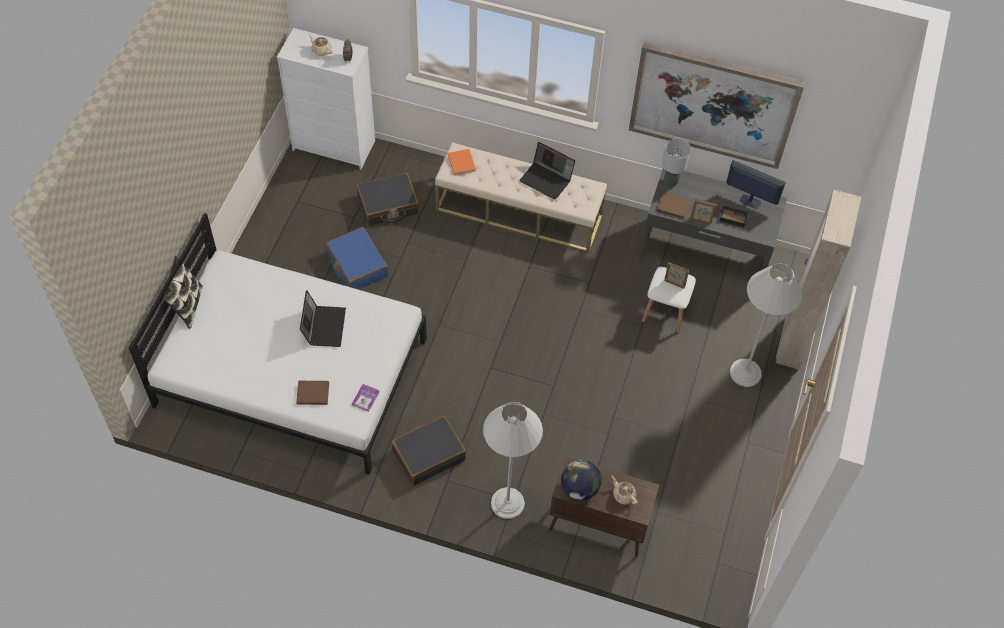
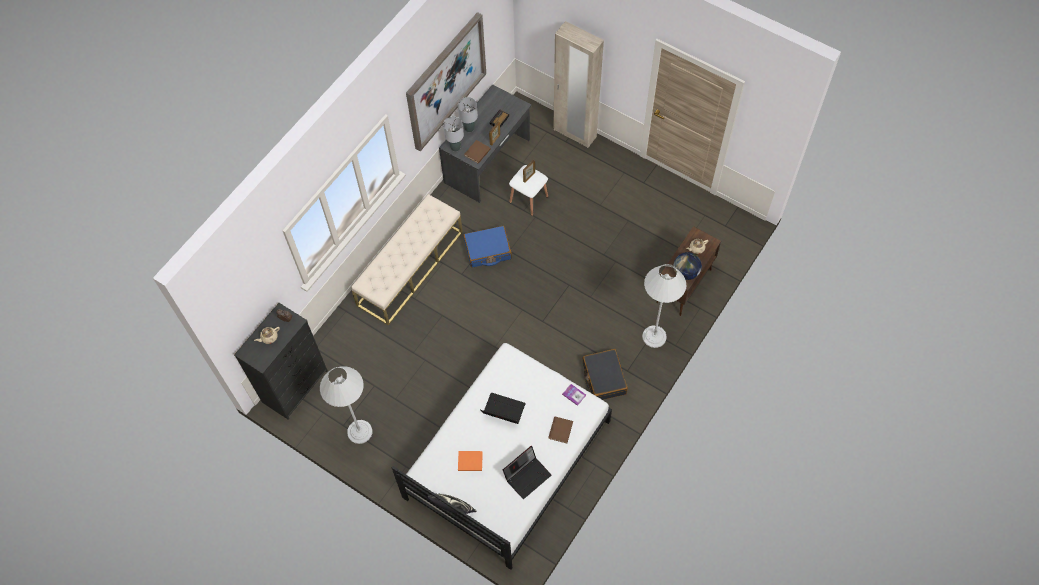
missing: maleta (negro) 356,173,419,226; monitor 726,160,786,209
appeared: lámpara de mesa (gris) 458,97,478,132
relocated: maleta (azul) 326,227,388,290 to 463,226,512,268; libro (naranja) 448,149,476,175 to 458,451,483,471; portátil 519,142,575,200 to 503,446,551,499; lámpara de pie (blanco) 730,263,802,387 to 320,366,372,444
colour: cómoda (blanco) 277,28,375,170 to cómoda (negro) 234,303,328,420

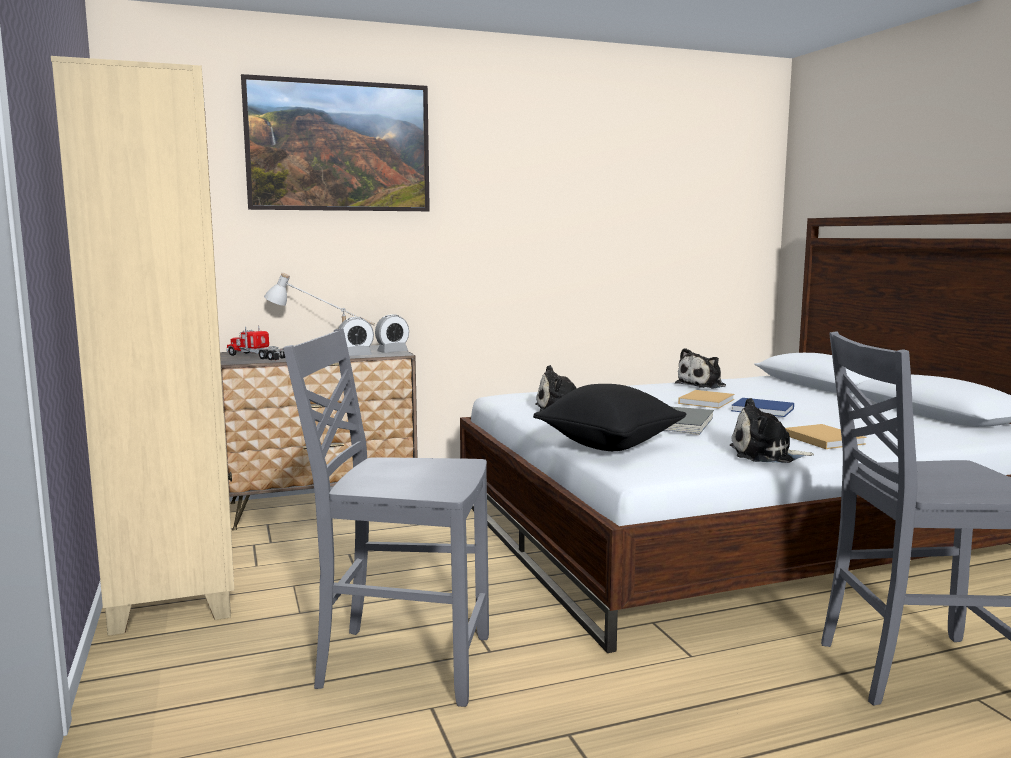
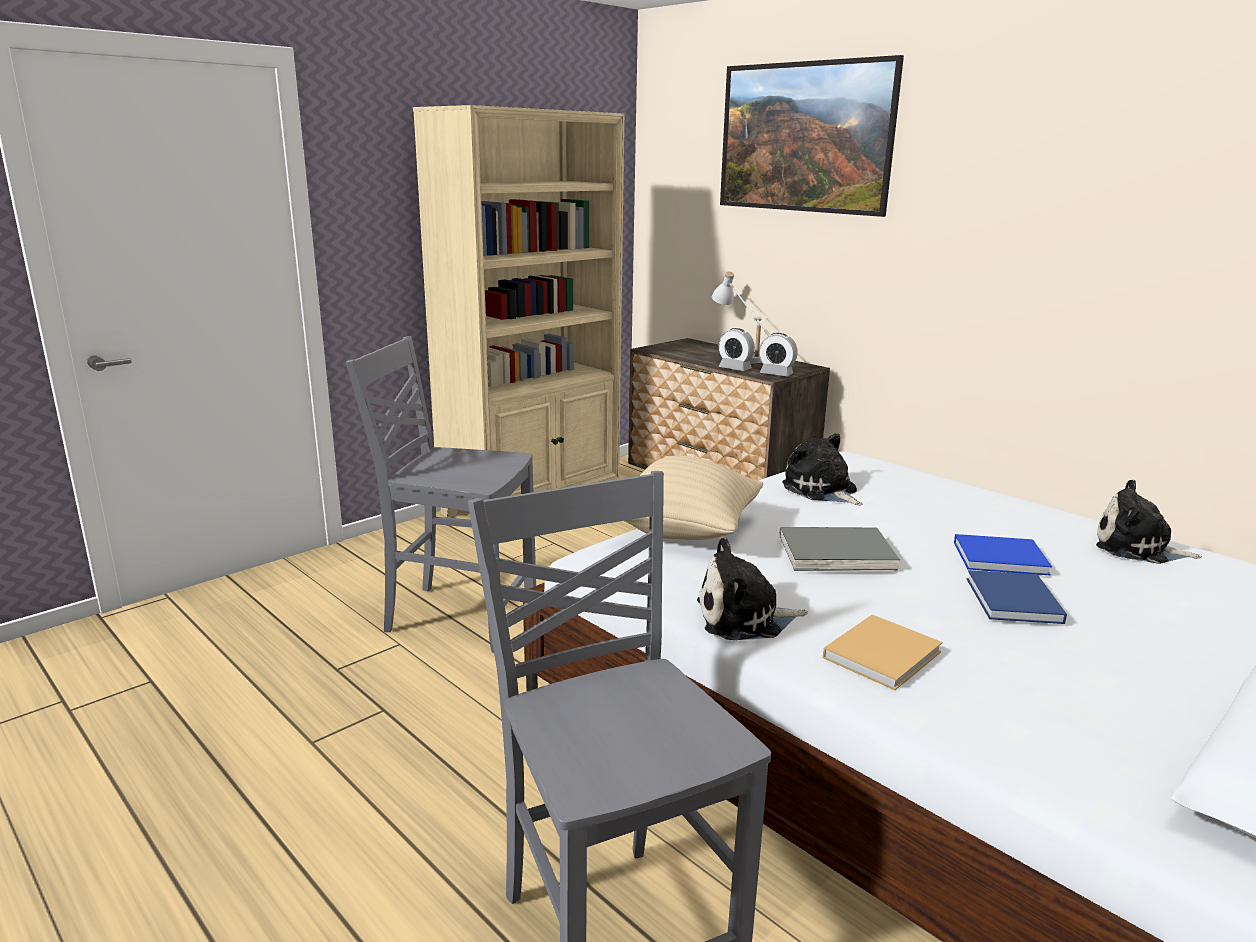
missing: camión de juguete 226,325,285,360
colour: cojín (negro) 533,384,686,451 to cojín (beis) 625,455,763,540; libro (beis) 678,390,735,408 to libro (azul) 954,534,1052,575
spun: silla (gris) 283,328,489,707 = 346,336,536,653 60 degrees counterclockwise; peluche 730,398,814,463 = 697,537,808,640 75 degrees counterclockwise

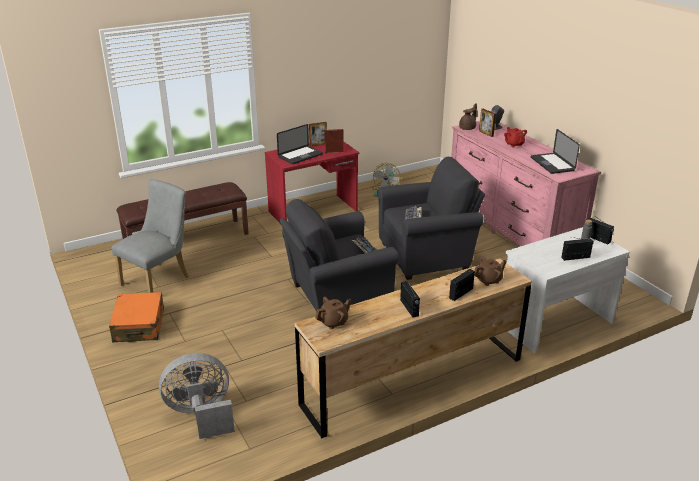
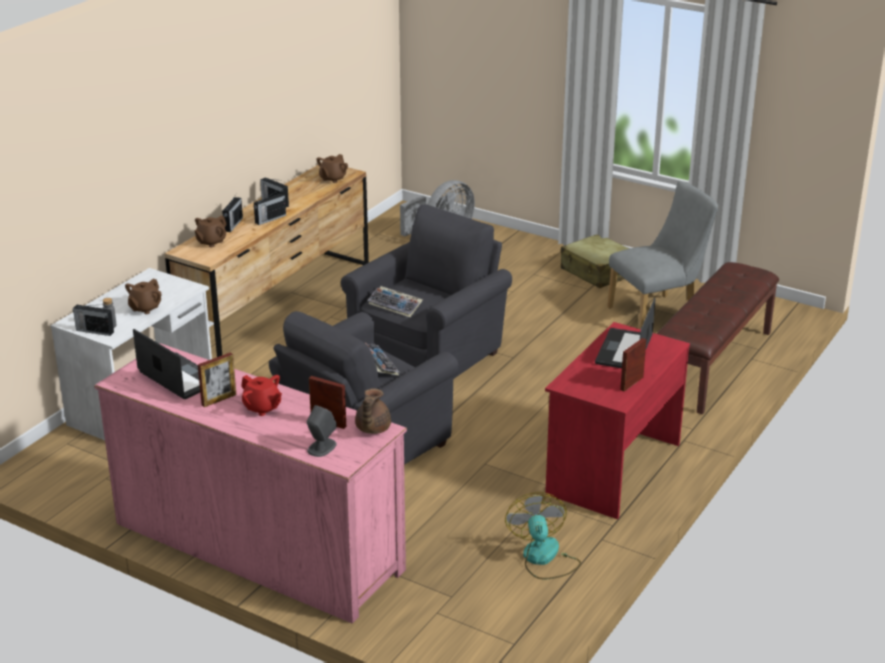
appeared: tetera (marrón) 125,279,161,314
relocated: portarretratos 325,129,343,153 to 198,352,236,407; radio 561,237,593,261 to 254,192,286,225
colour: maleta (naranja) 109,292,164,342 to maleta (beis) 561,235,629,288
spun: silla (gris) 111,179,188,293 = 607,181,718,329 120 degrees counterclockwise

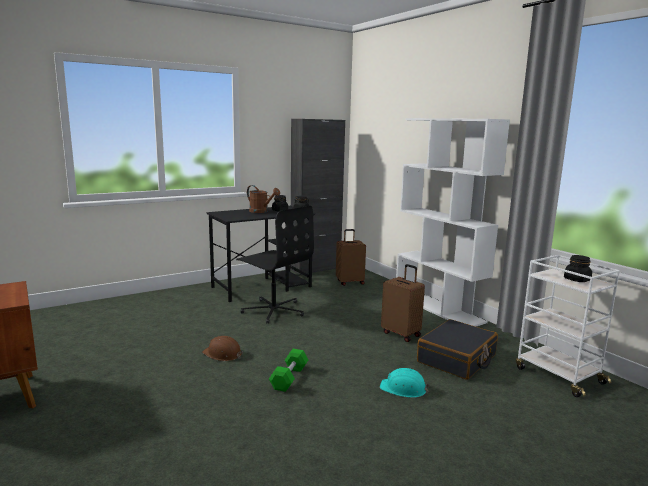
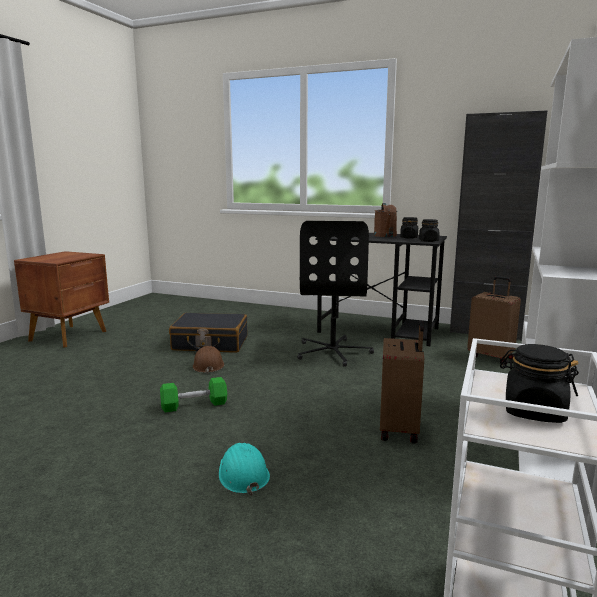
relocated: maleta (negro) 417,319,498,380 to 169,313,247,353

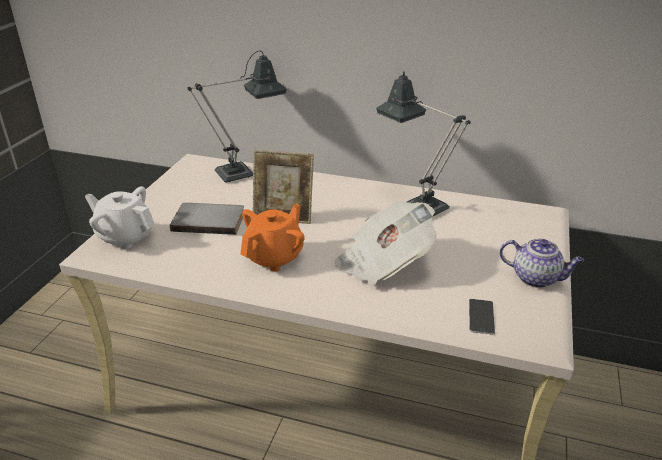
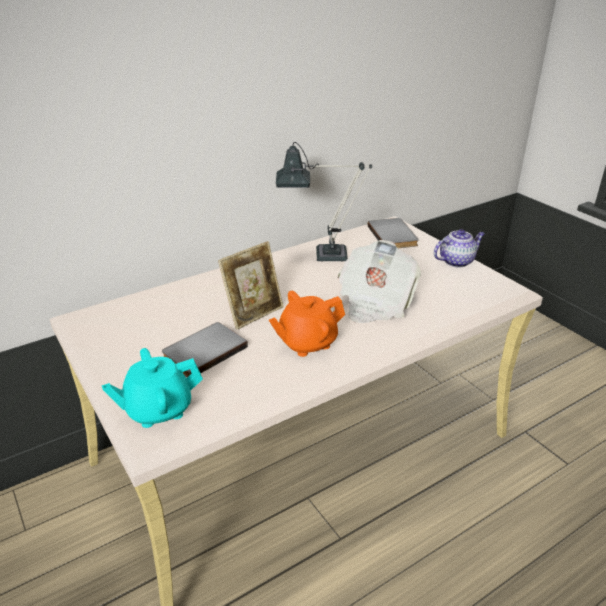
missing: lámpara de mesa 187,51,287,183; móvil 469,299,495,335
appeared: libro (gris) 368,218,419,248
colour: tetera (blanco) 85,186,155,249 to tetera (turquesa) 102,348,203,428
spun: tetera (naranja) 240,204,305,272 = 269,291,345,357 105 degrees counterclockwise

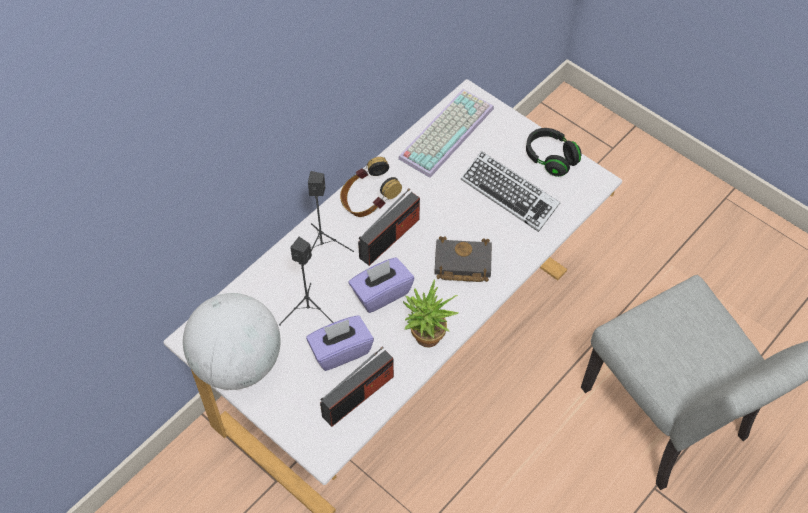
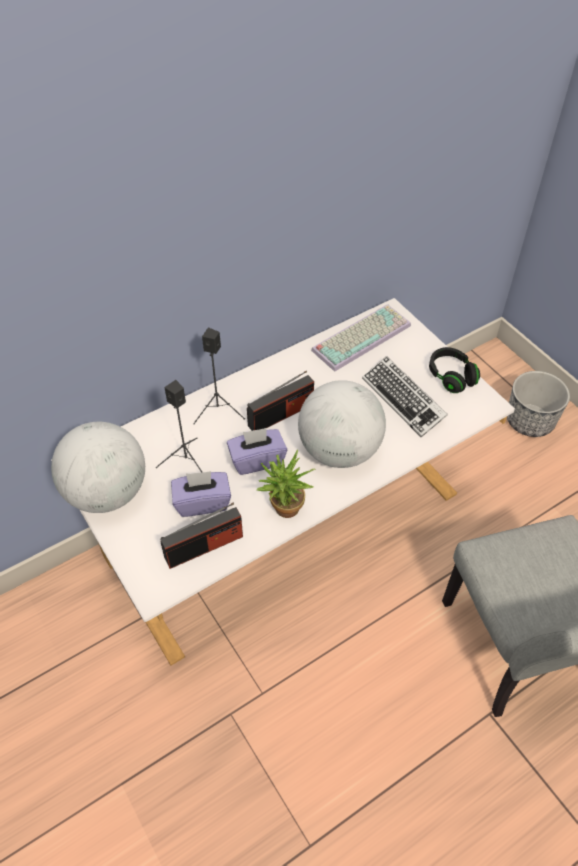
missing: auriculares 340,157,402,217
appeared: maceta 507,371,570,437
exchanged: libro (negro) 434,236,492,282 to globo terráqueo 298,380,386,468

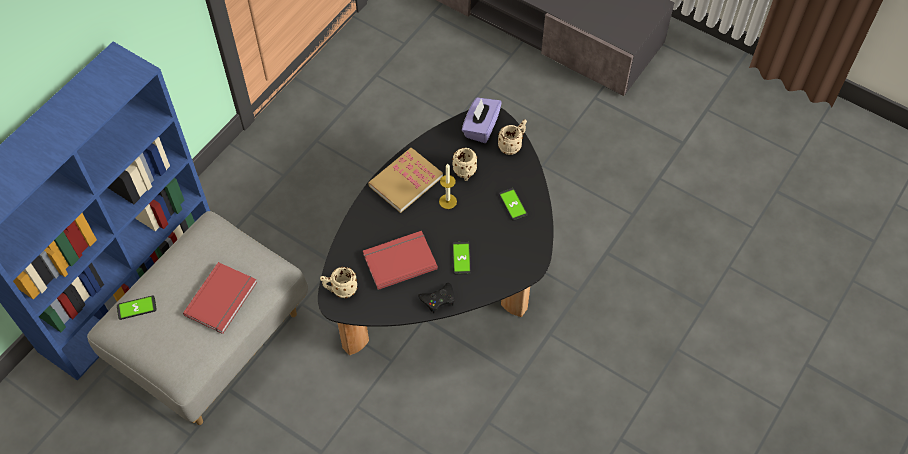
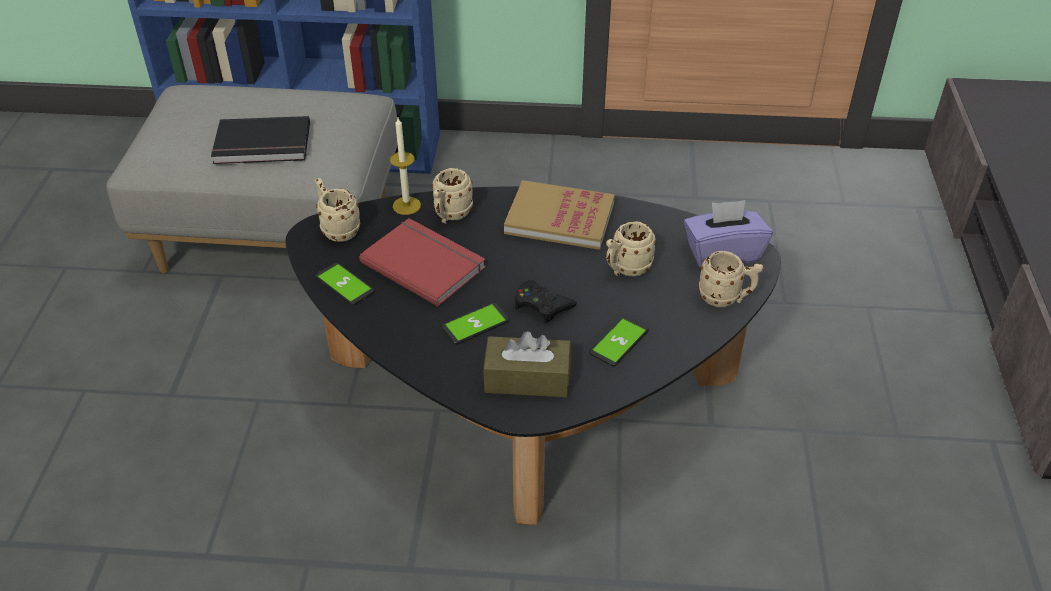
appeared: taza grande (beis) 431,168,473,224; caja de pañuelos (marrón) 483,331,571,397
relocated: móvil 117,296,157,320 to 315,262,375,305; mando de consola (negro) 418,283,455,313 to 515,280,577,324; vela 439,164,457,209 to 390,118,421,215
colour: libro (rojo) 183,262,257,334 to libro (negro) 211,116,310,164

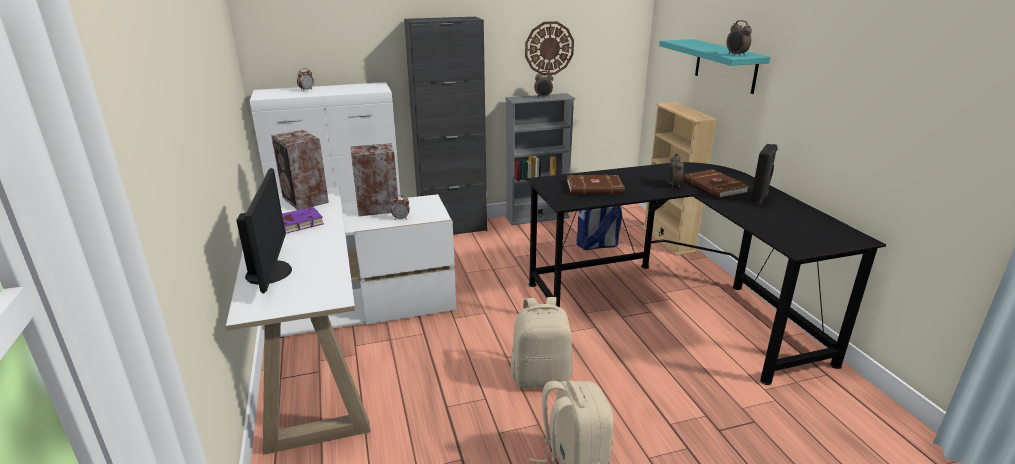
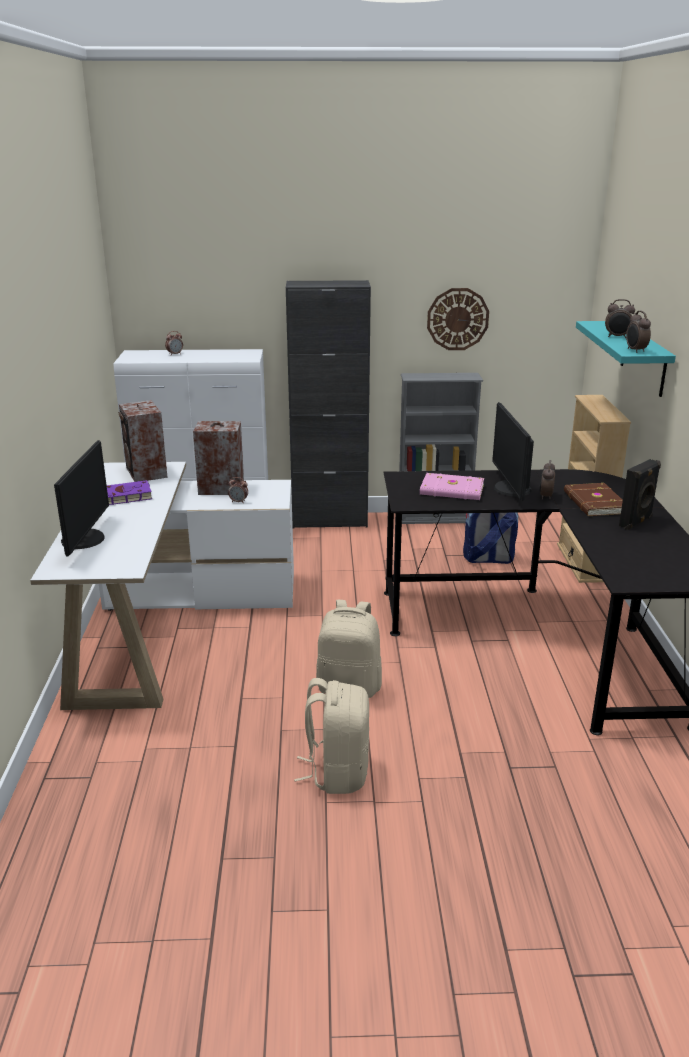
appeared: monitor 492,402,534,501
relocated: despertador 534,71,553,98 to 605,299,635,338
colour: libro (marrón) 567,175,625,194 to libro (rosa) 420,473,484,500

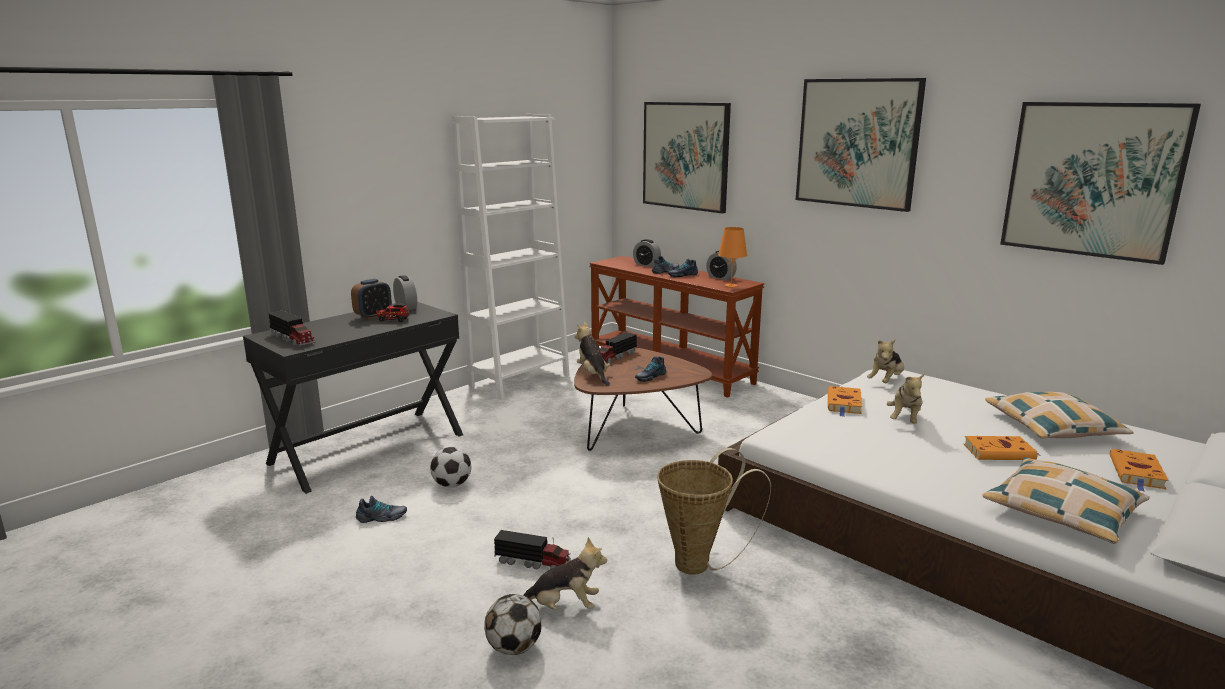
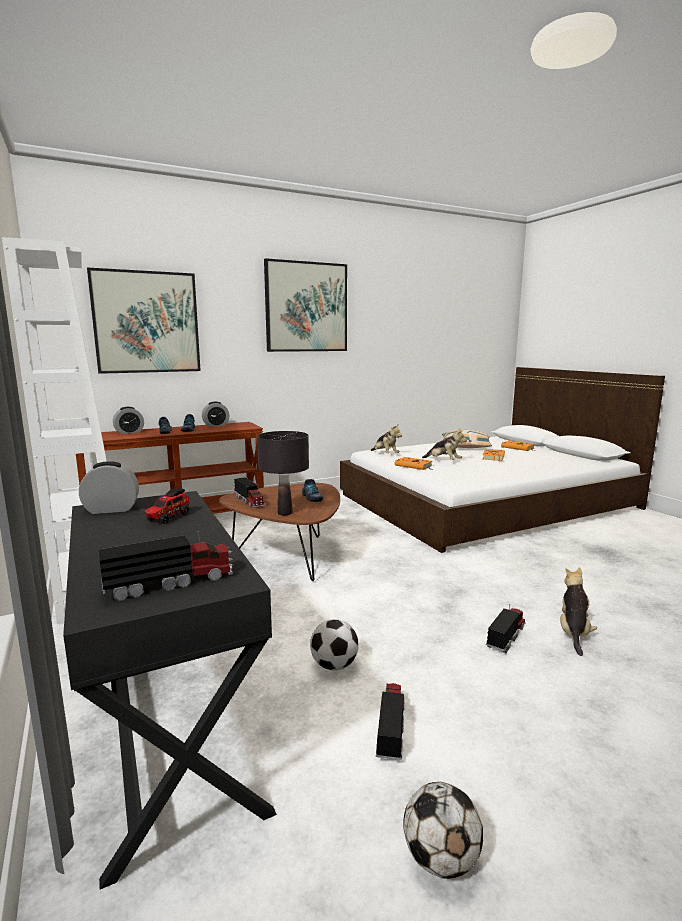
missing: despertador 351,279,392,319; cesta 657,448,771,575; lámpara de mesa (naranja) 718,227,747,288; cojín 983,458,1150,544; cuadro 1000,102,1201,265
relocated: balón de fútbol 484,594,542,655 to 403,782,483,879
exchanged: zapato 356,496,407,523 to camión de juguete 376,683,404,760; peluche 575,322,610,386 to lámpara de mesa (negro) 257,431,309,516

